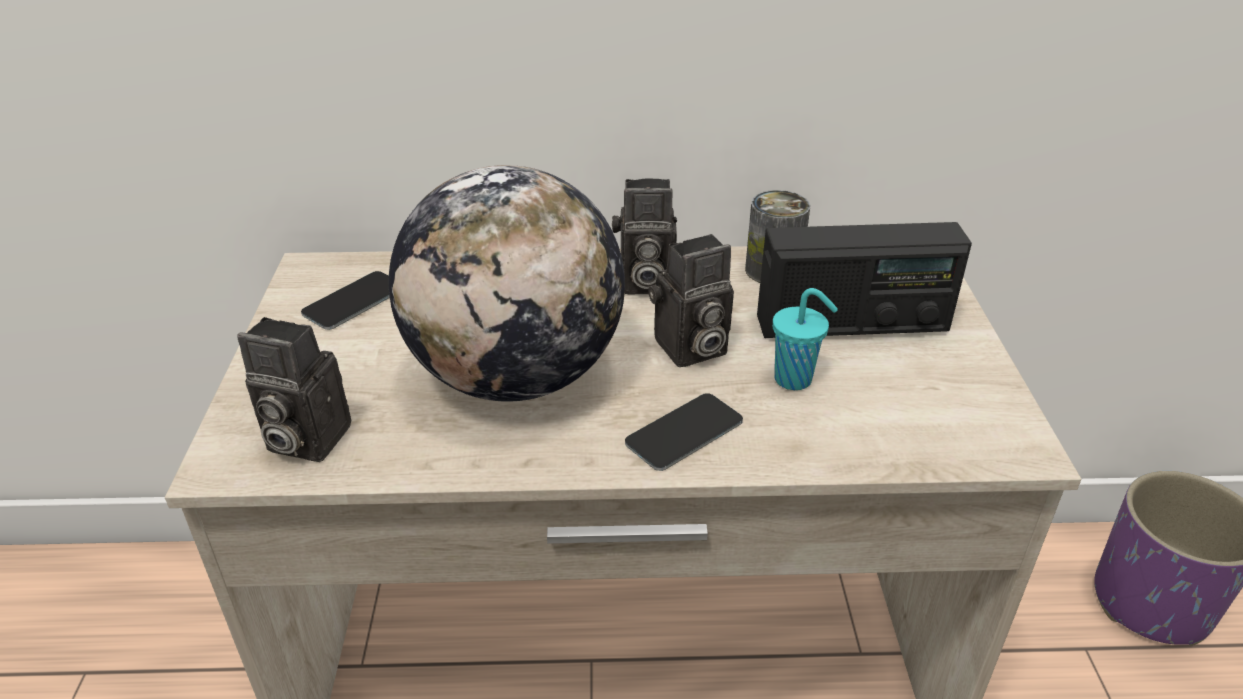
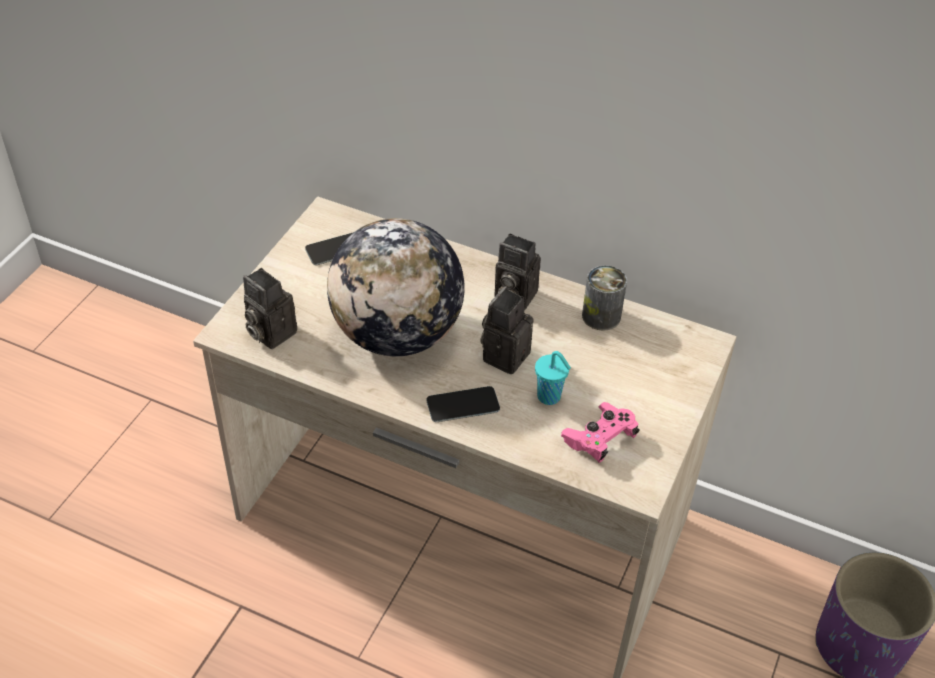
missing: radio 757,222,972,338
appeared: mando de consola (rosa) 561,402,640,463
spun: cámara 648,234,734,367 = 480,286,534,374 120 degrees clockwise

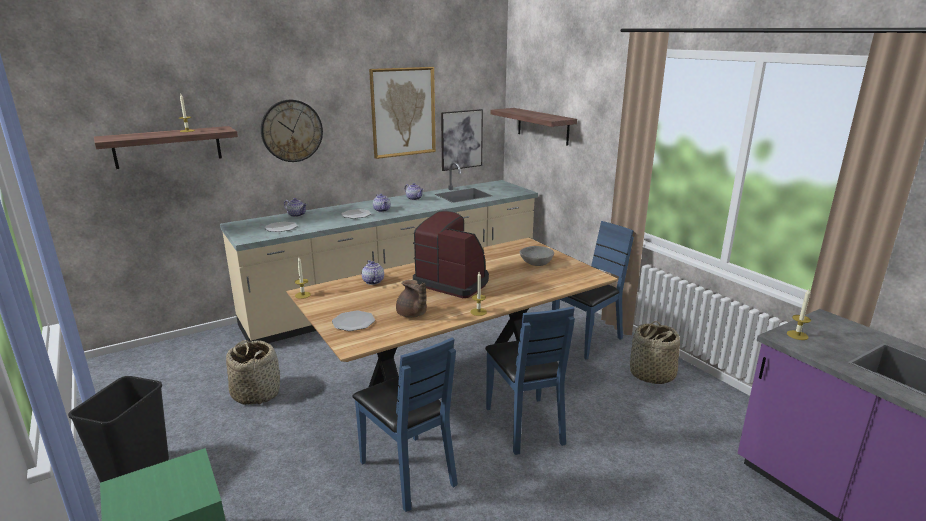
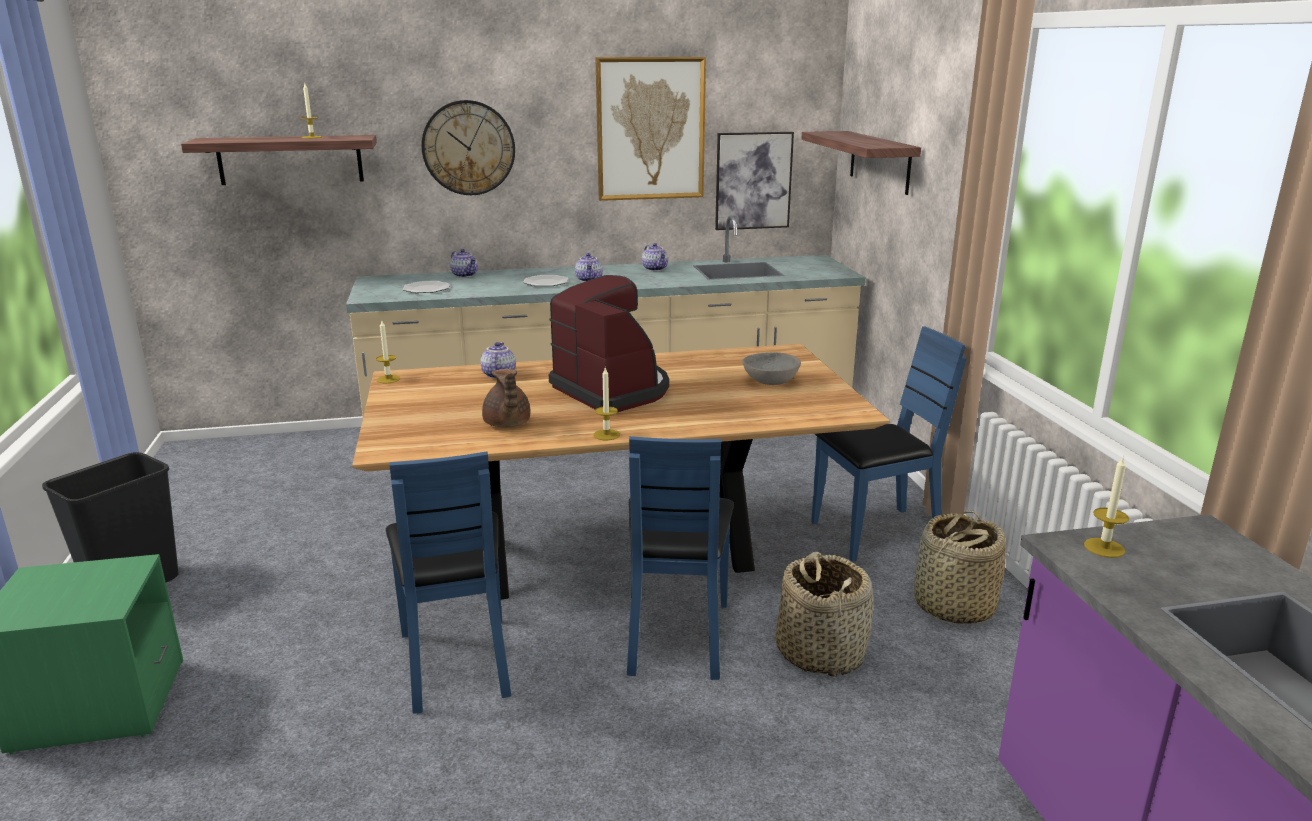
missing: plato 332,311,375,331
relocated: cesta 226,340,280,405 to 776,552,873,677

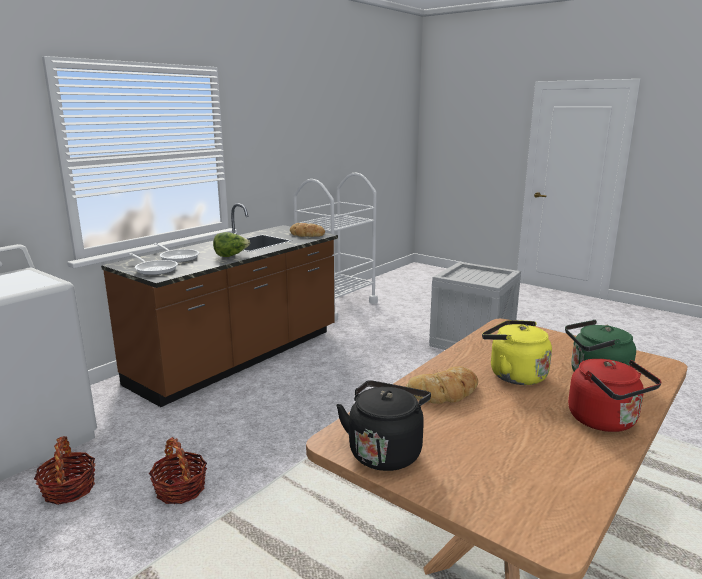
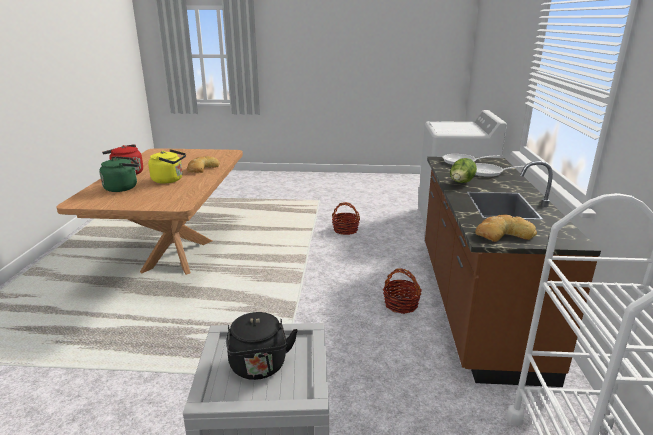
relocated: cesta 34,436,95,505 to 383,268,422,314; hervidor (negro) 336,381,431,471 to 227,312,298,380

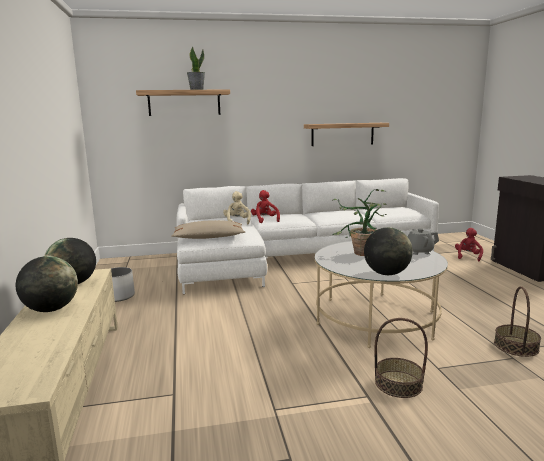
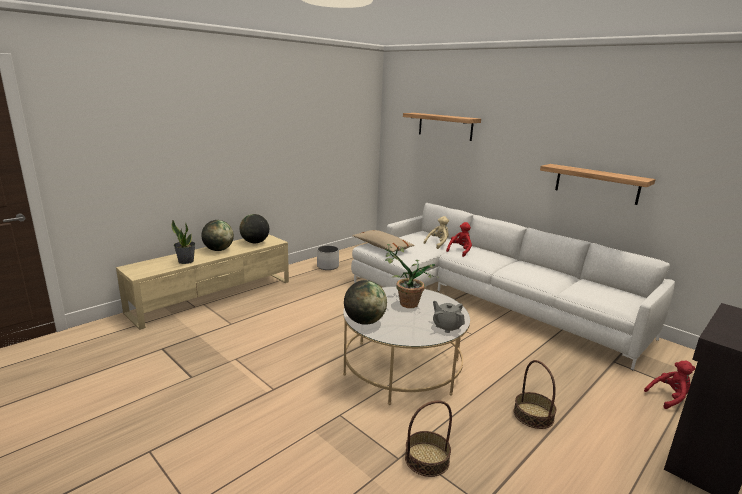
relocated: planta en maceta 187,46,205,90 to 171,220,195,264; cesta 375,318,428,398 to 514,360,556,429

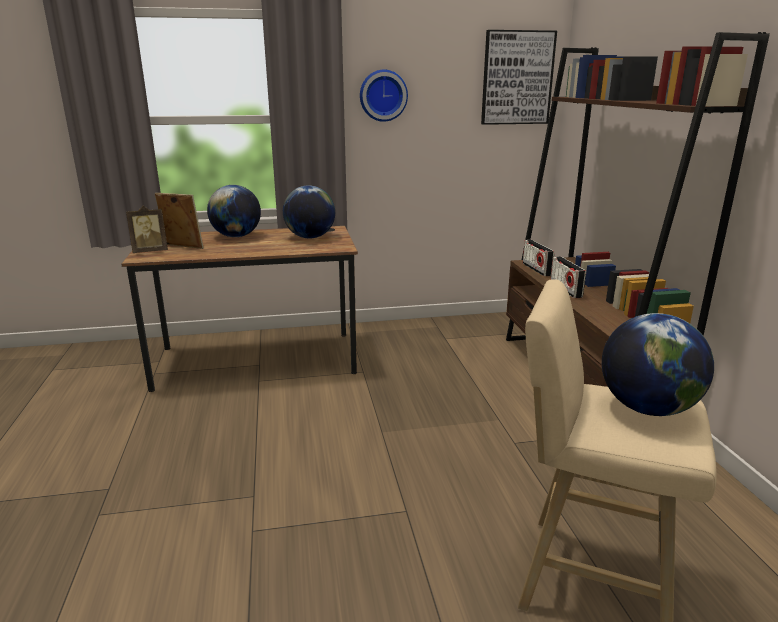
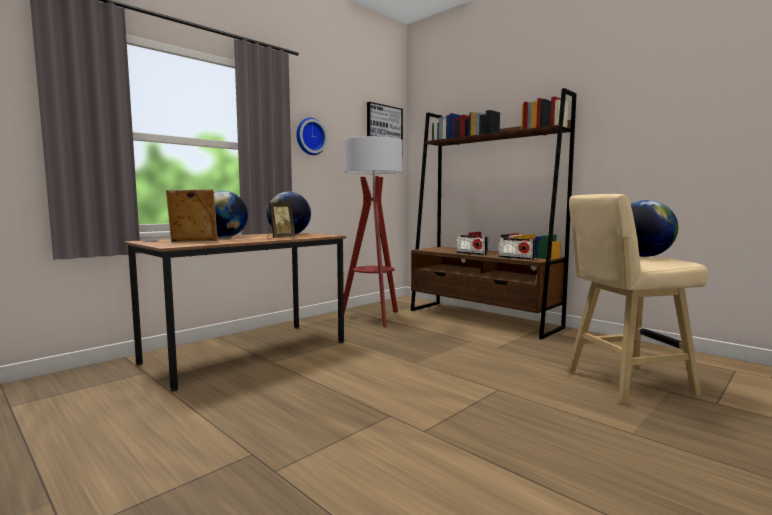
appeared: lámpara de pie 344,136,403,328
relocated: portarretratos 126,206,168,253 to 268,199,295,239; radio 523,240,554,276 to 499,238,535,260

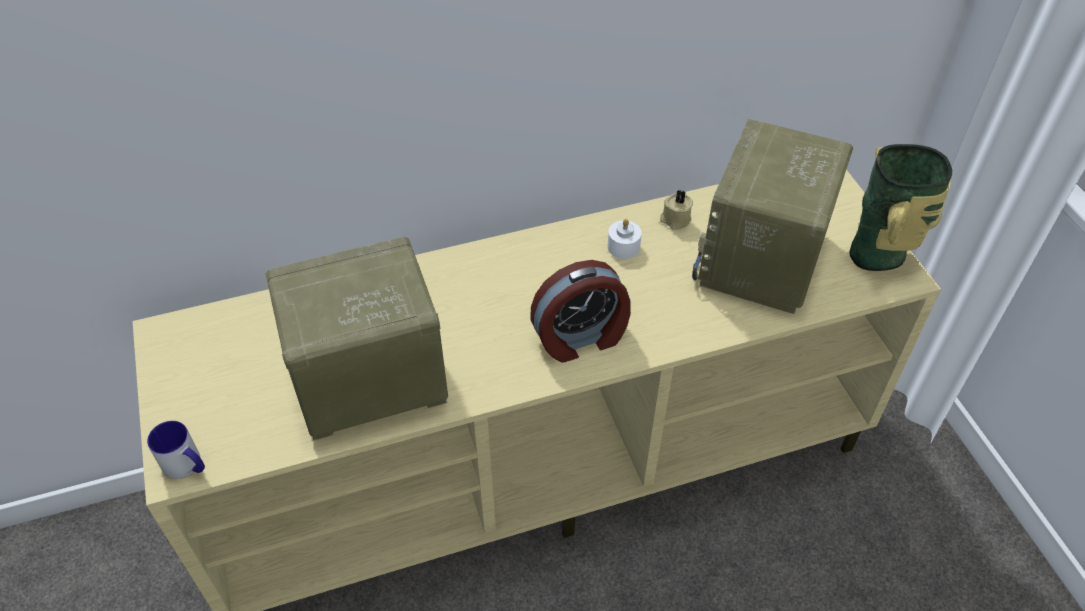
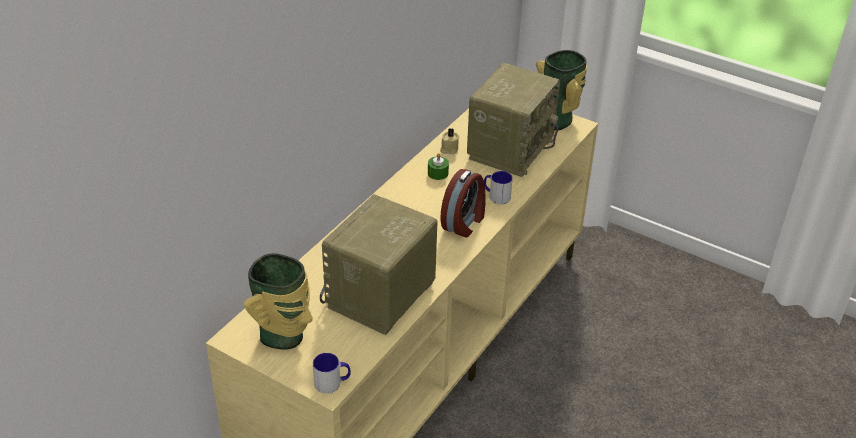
appeared: florero 244,253,312,349; taza grande 484,171,513,204
colour: vela (blanco) 607,219,642,259 to vela (verde) 428,153,449,180
spun: radio 692,119,853,314 = 467,63,560,177 135 degrees counterclockwise

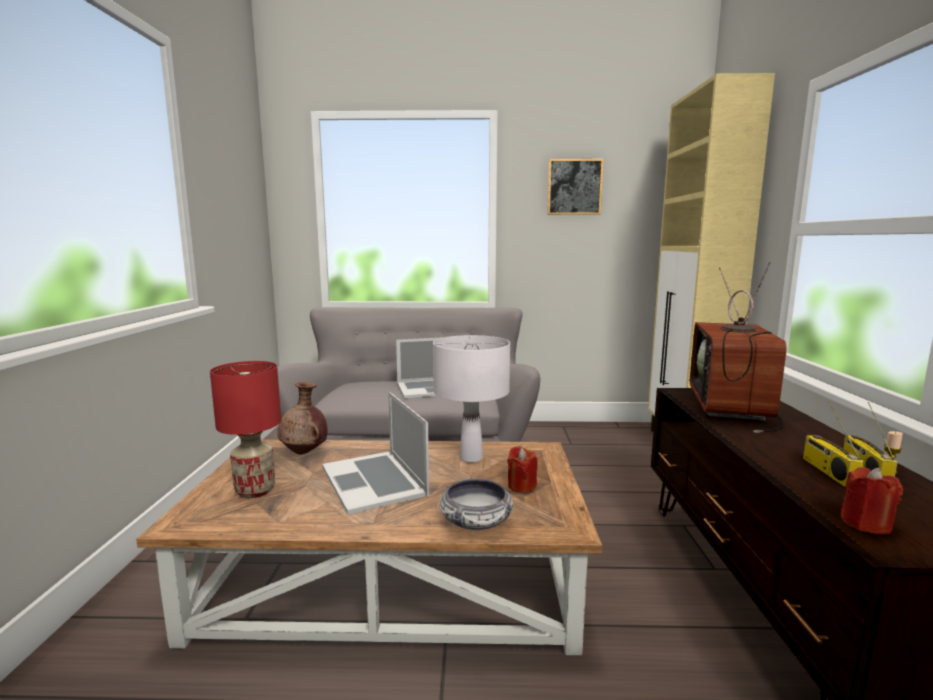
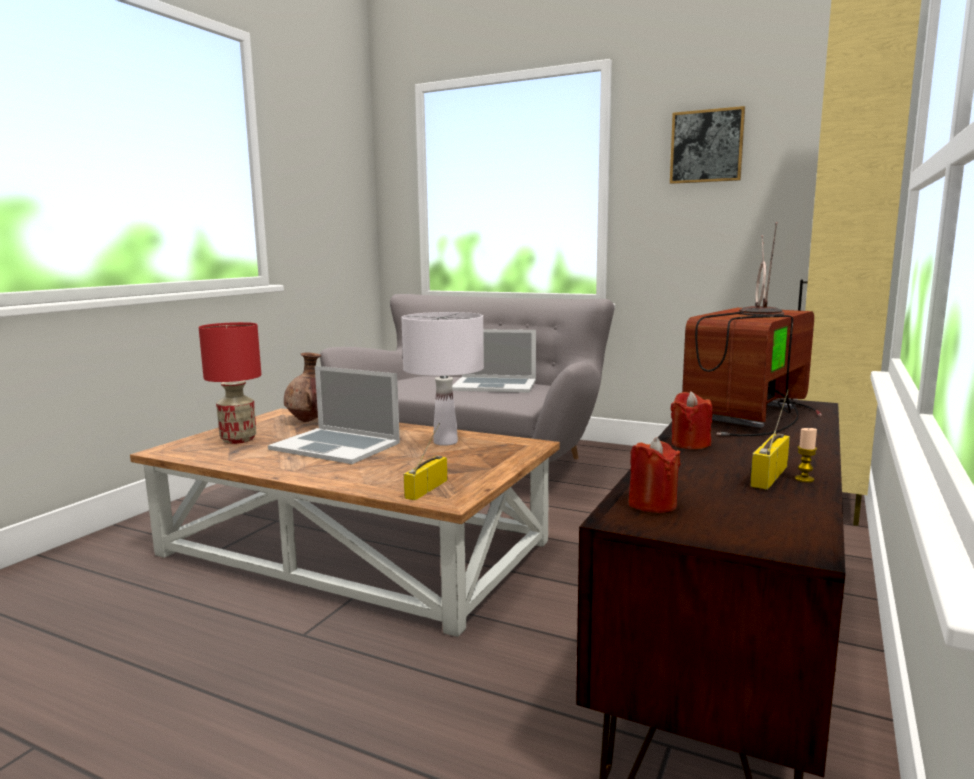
missing: cuenco 439,479,514,530
relocated: vela (rojo) 507,446,538,493 to 671,391,712,449; radio 803,402,864,487 to 404,423,447,500
spun: portátil 322,392,429,515 = 268,366,400,464 60 degrees counterclockwise

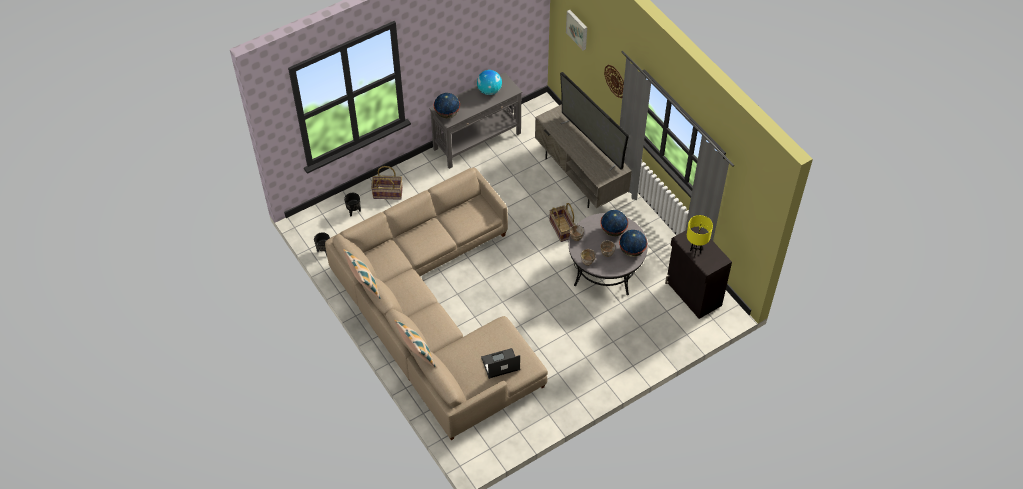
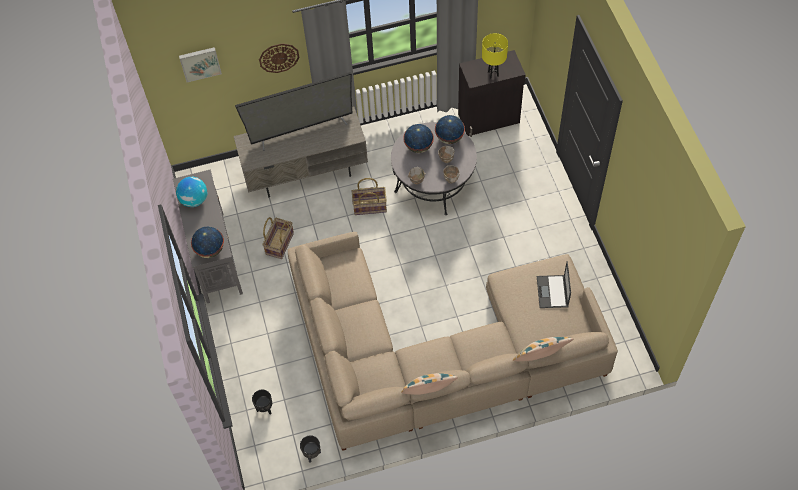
relocated: cesta 371,166,403,200 to 262,217,294,259

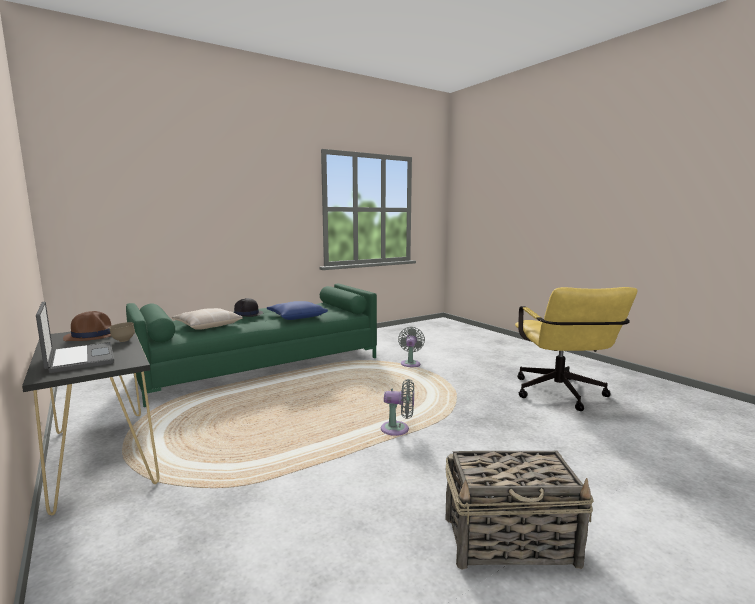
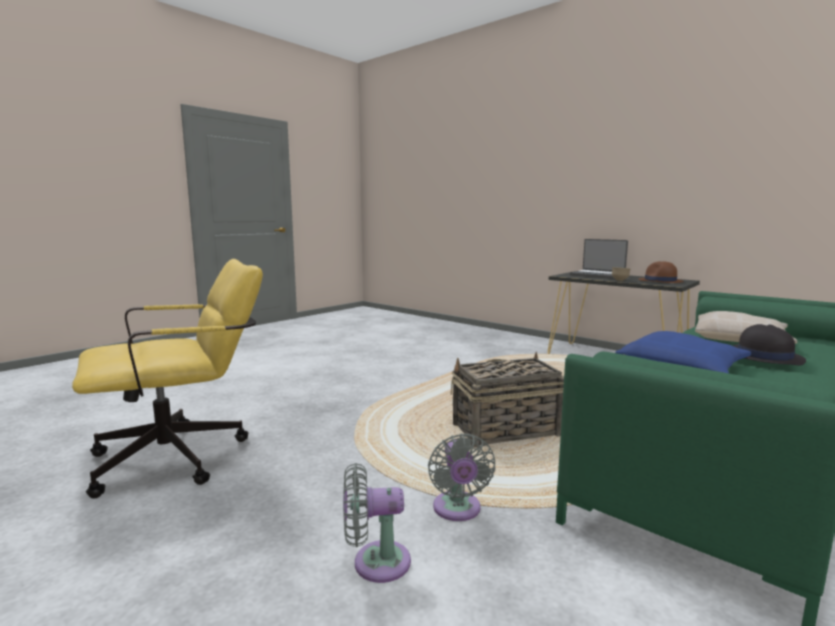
relocated: ventilador (gris) 381,379,414,436 to 343,463,411,583; cesta 446,451,594,570 to 451,352,564,448
spun: silla de oficina (amarillo) 515,287,638,411 = 72,259,263,499 75 degrees clockwise

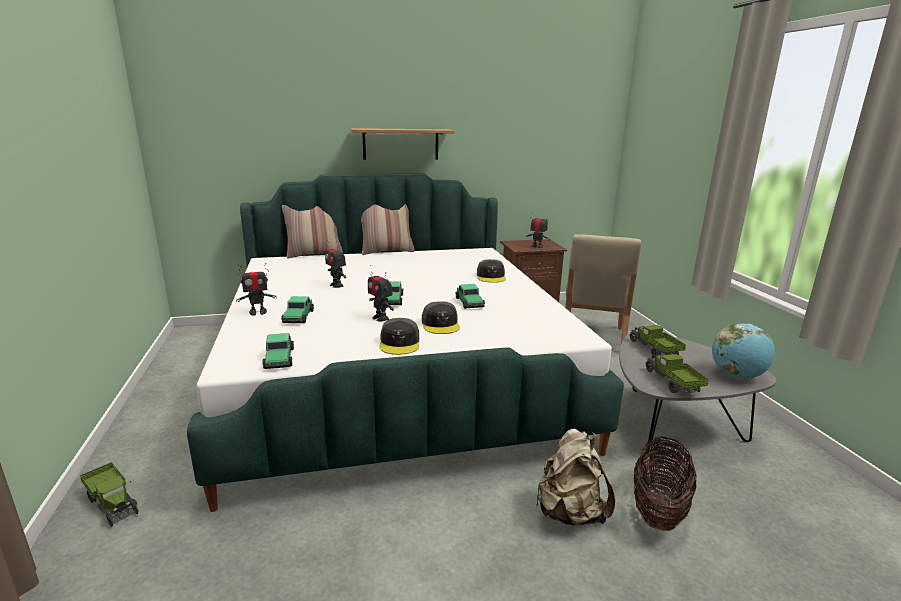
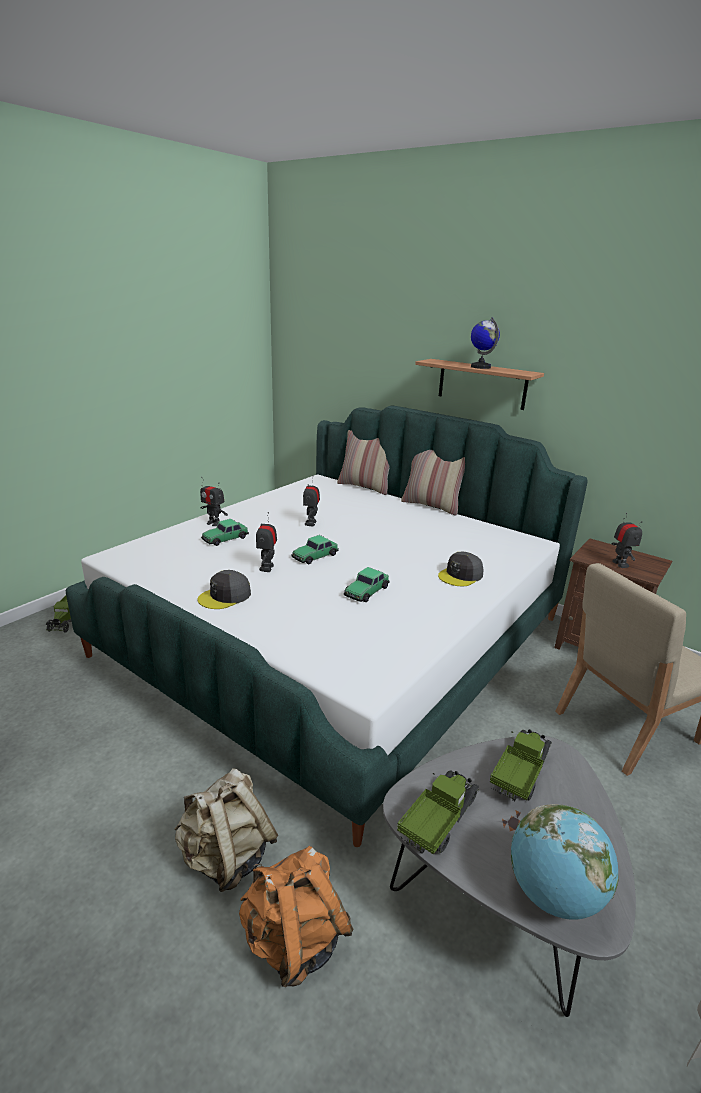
missing: coche de juguete 263,333,294,369; gorra (gris) 422,301,460,334
appeared: globo terráqueo 471,317,500,369
exchanged: cesta 634,436,697,531 to mochila (naranja) 239,846,354,987

